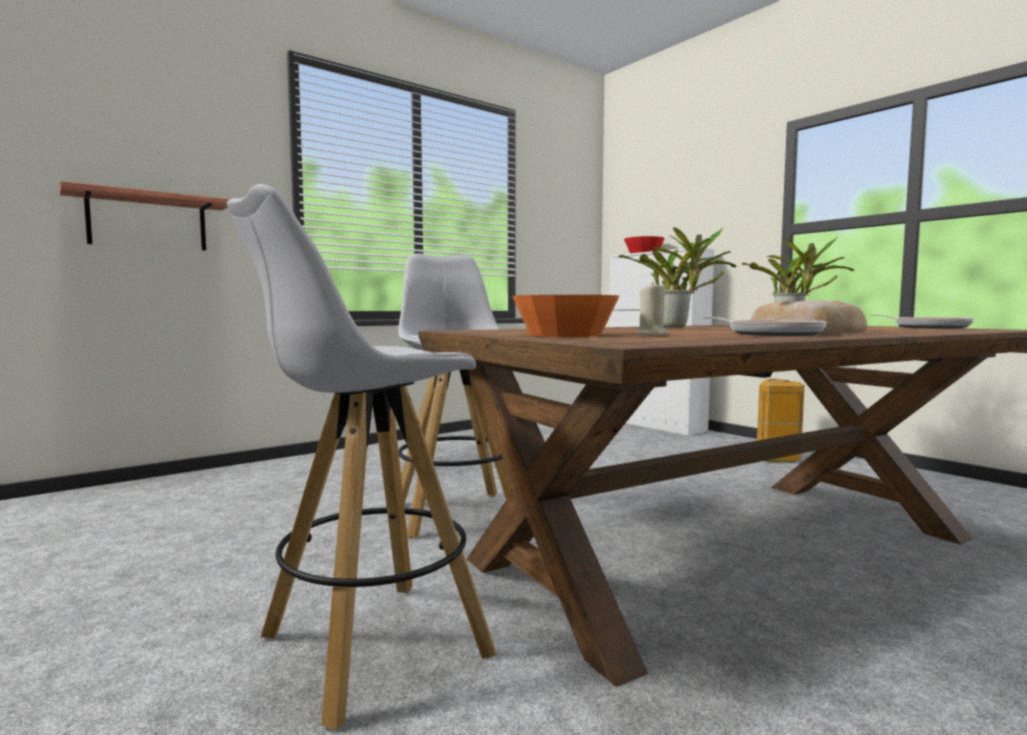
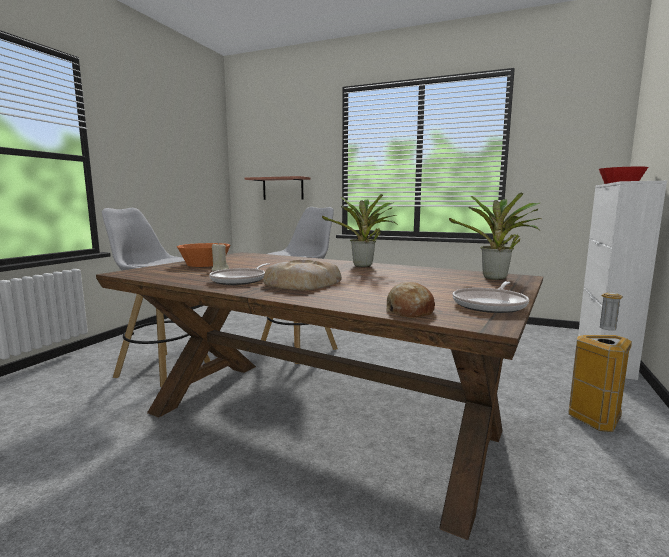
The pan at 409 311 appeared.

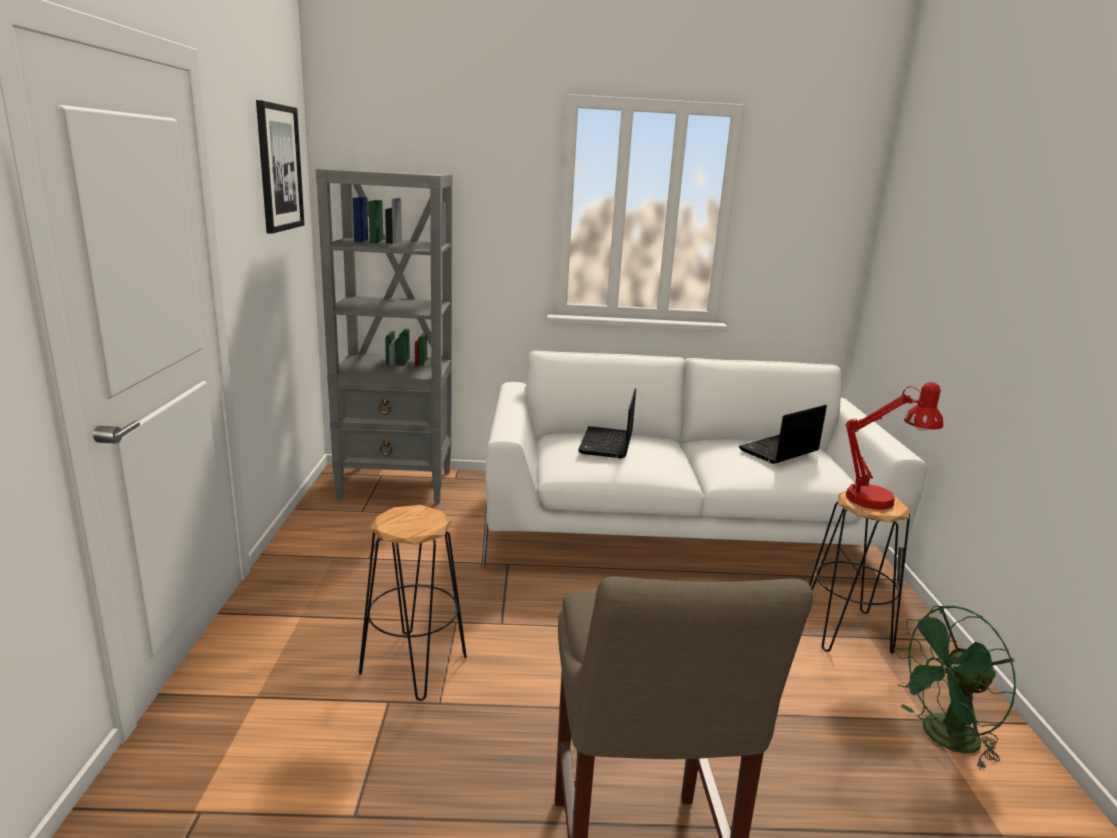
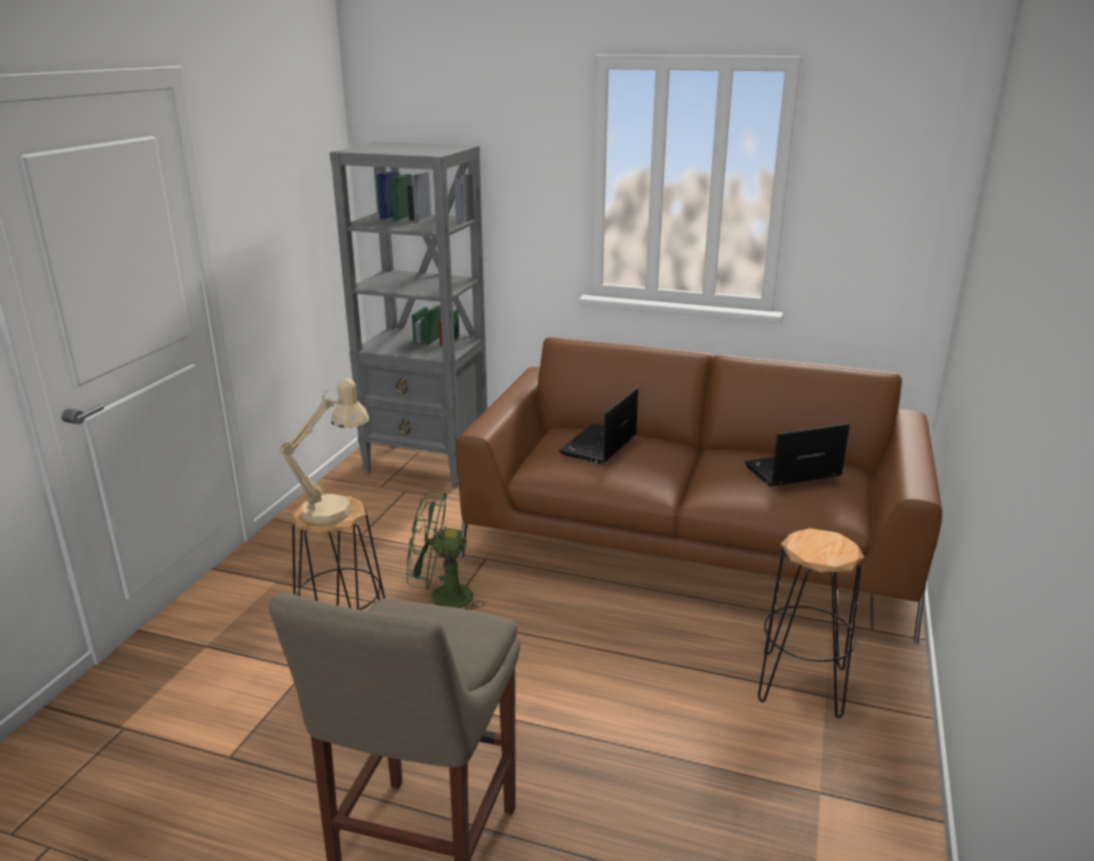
The cuadro at 279 168 disappeared. The sofá/blanco at 677 529 became the sofá/marrón at 689 544. The lámpara de mesa/rojo at 880 500 disappeared. The ventilador/verde moved from 942 738 to 441 598. The lámpara de mesa/beis at 336 508 appeared.

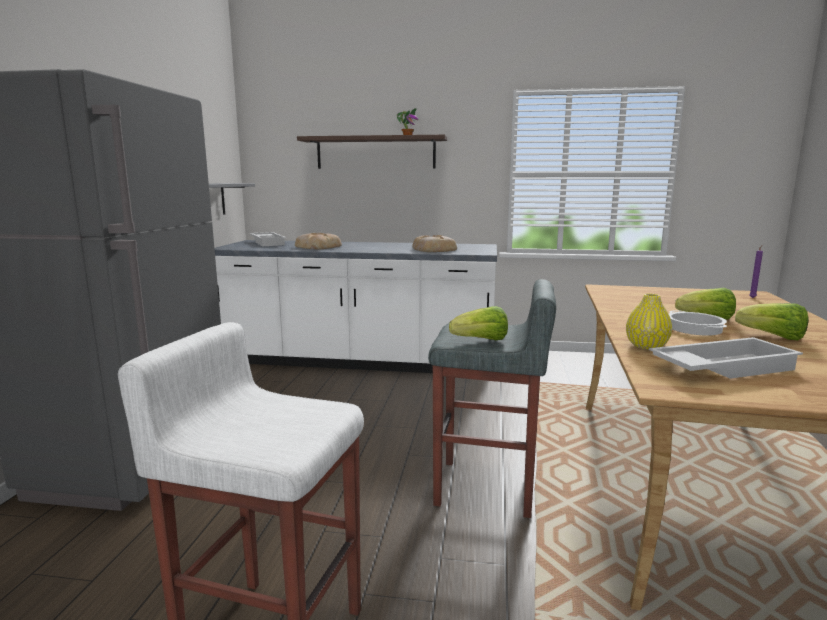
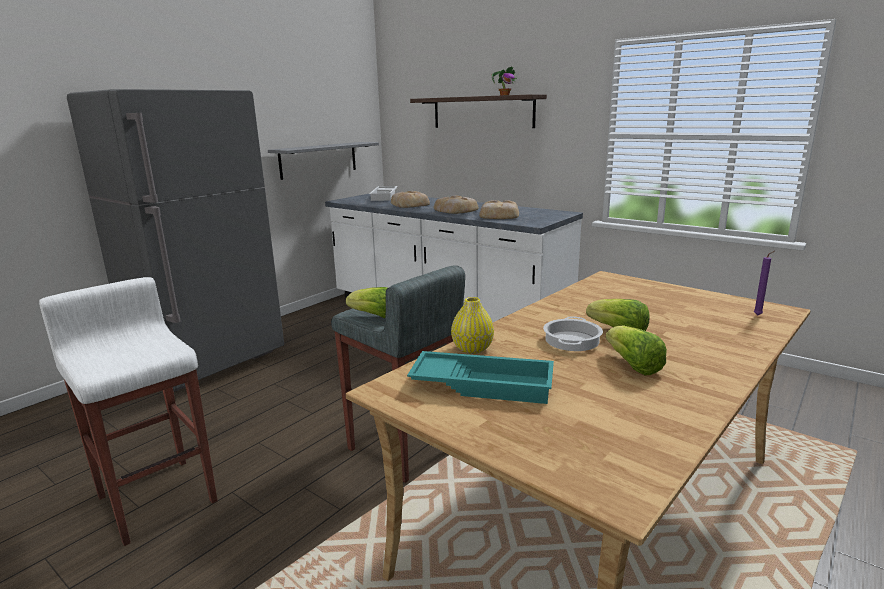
The bandeja/blanco at 721 367 became the bandeja/turquesa at 483 384. The pan at 456 210 appeared.

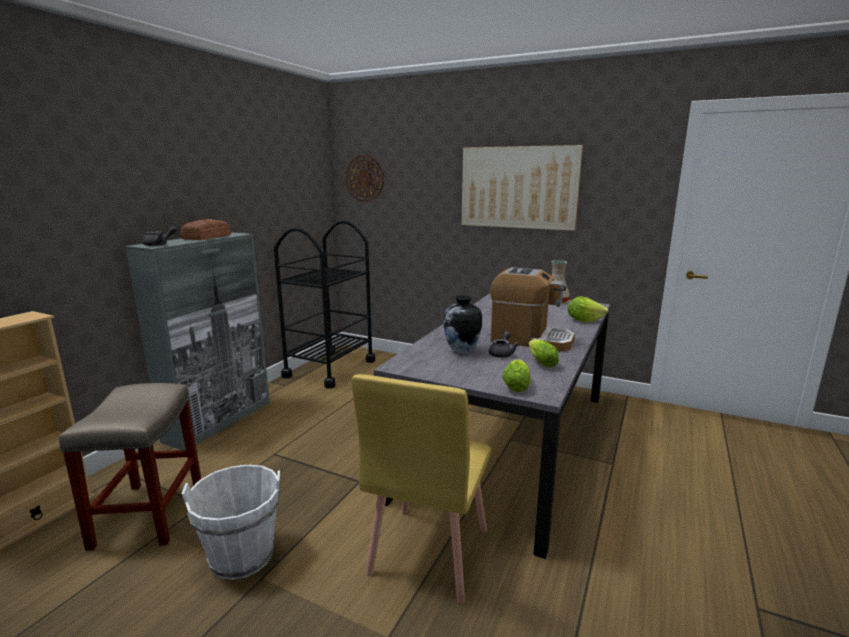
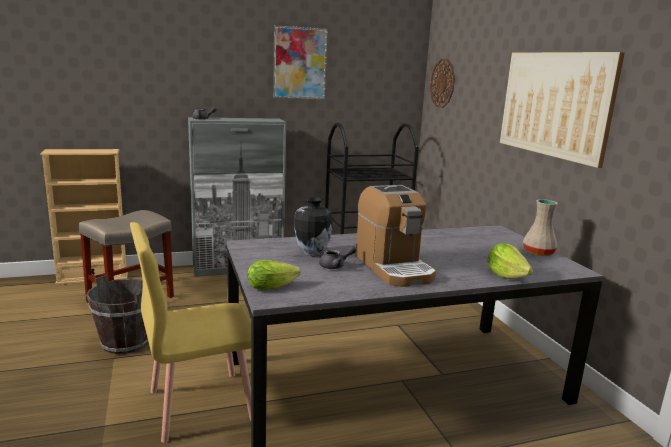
The pan at 205 237 disappeared. The lechuga at 540 361 disappeared. The cubo/blanco at 242 556 became the cubo/marrón at 125 342. The cuadro at 299 63 appeared.

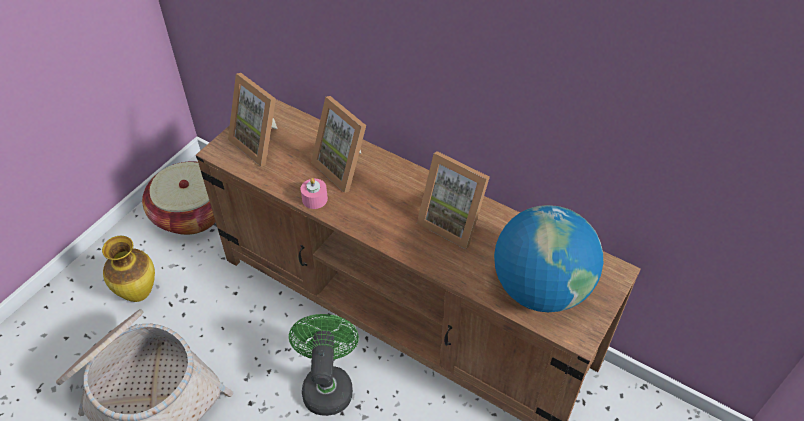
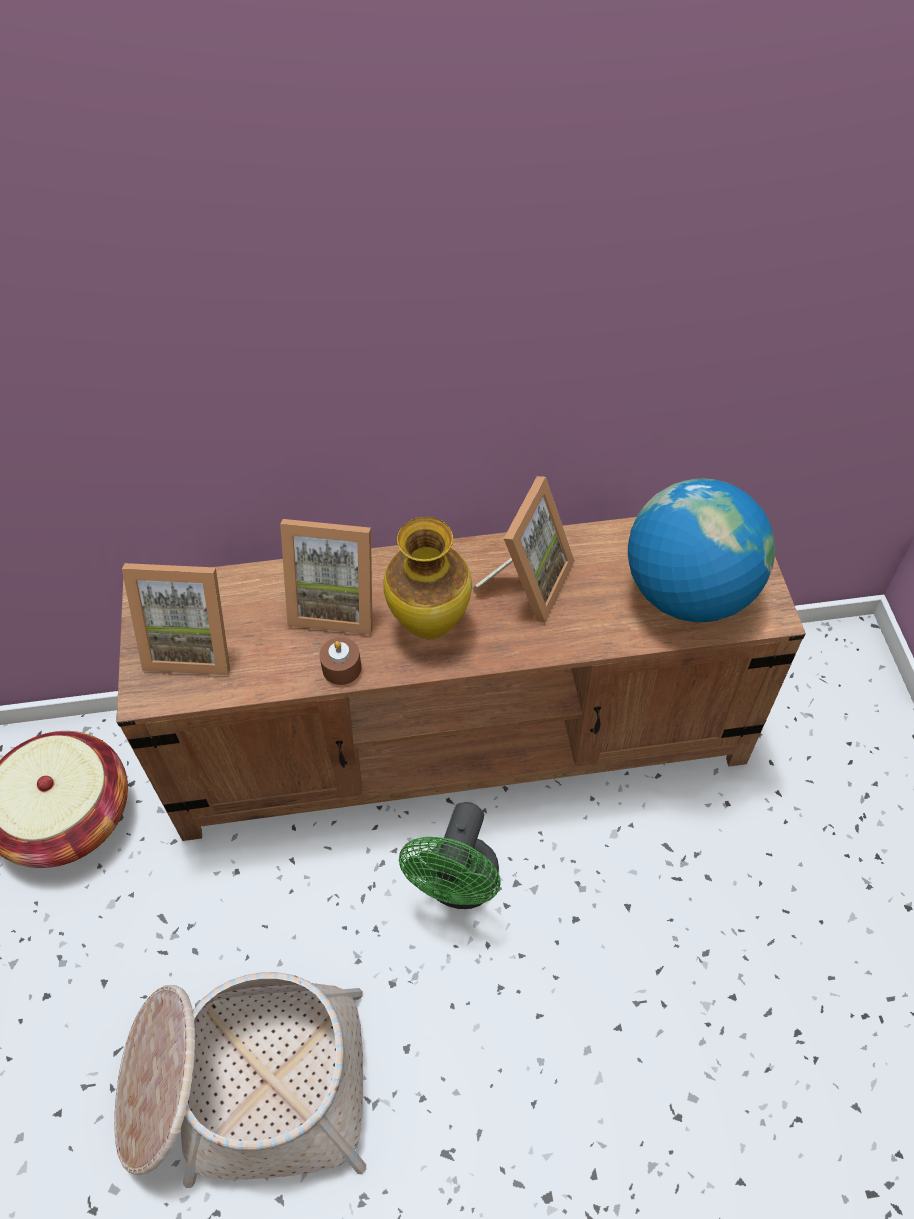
The portarretratos at 453 221 turned 60 degrees counterclockwise. The vela/rosa at 314 199 became the vela/marrón at 342 668. The florero moved from 140 293 to 430 624. The ventilador/verde at 327 384 turned 120 degrees counterclockwise.

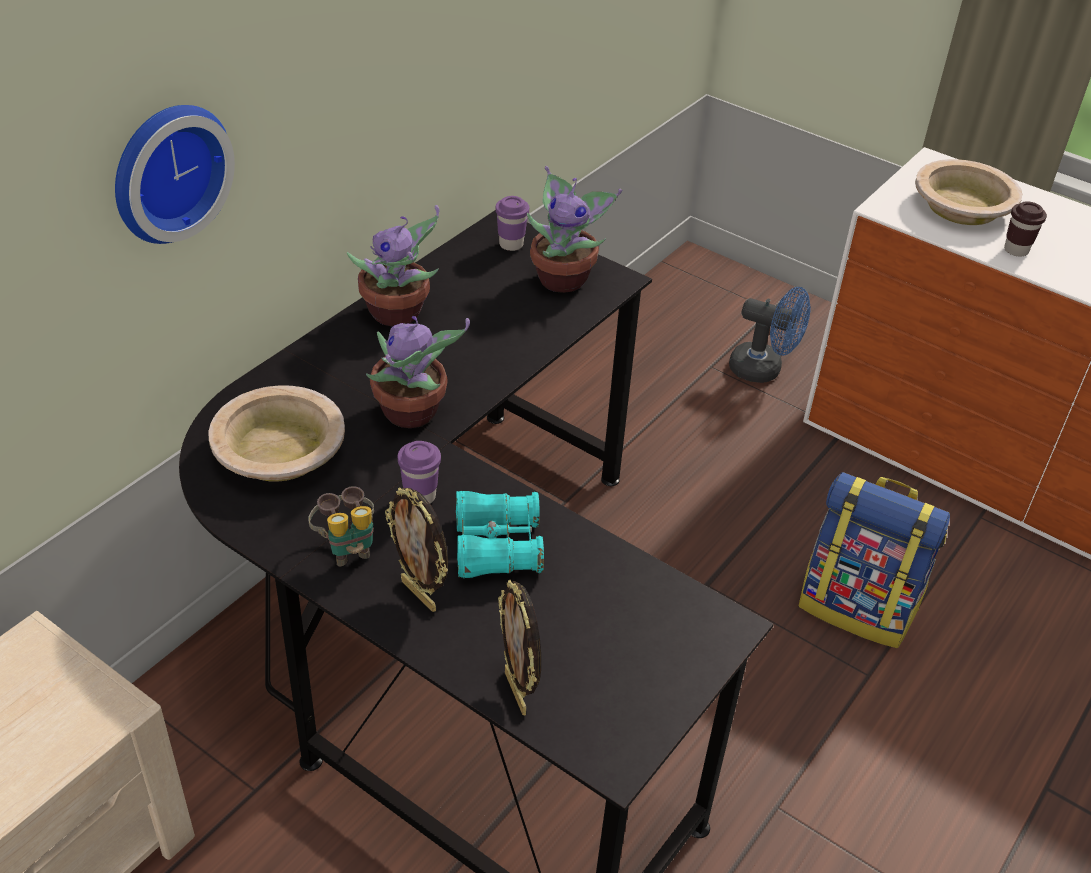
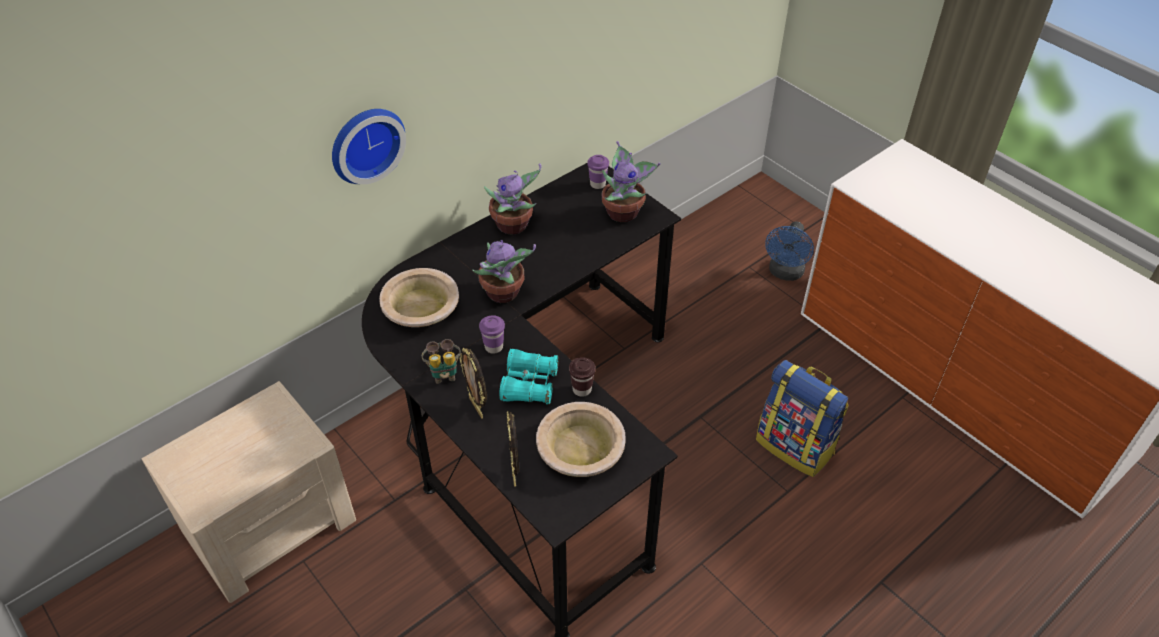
The cuenco/beis moved from 962 206 to 581 449. The taza/marrón moved from 1016 250 to 582 389. The ventilador/azul at 764 370 turned 75 degrees clockwise.

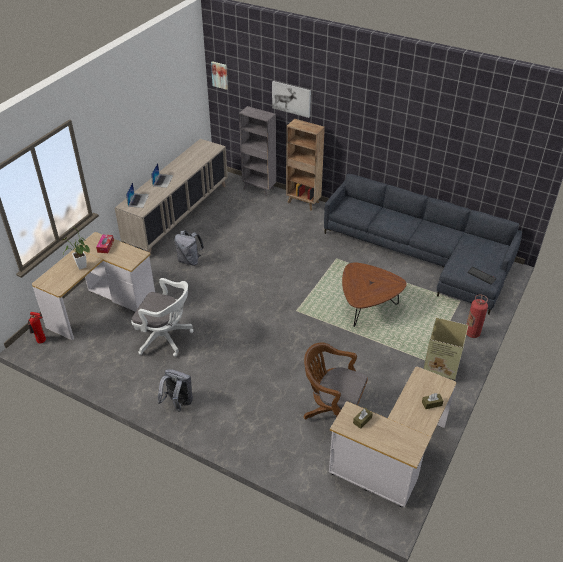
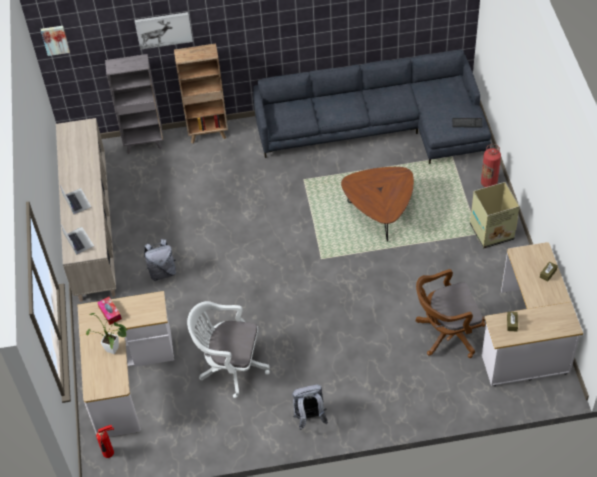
The silla de oficina/blanco at 166 338 turned 150 degrees counterclockwise.

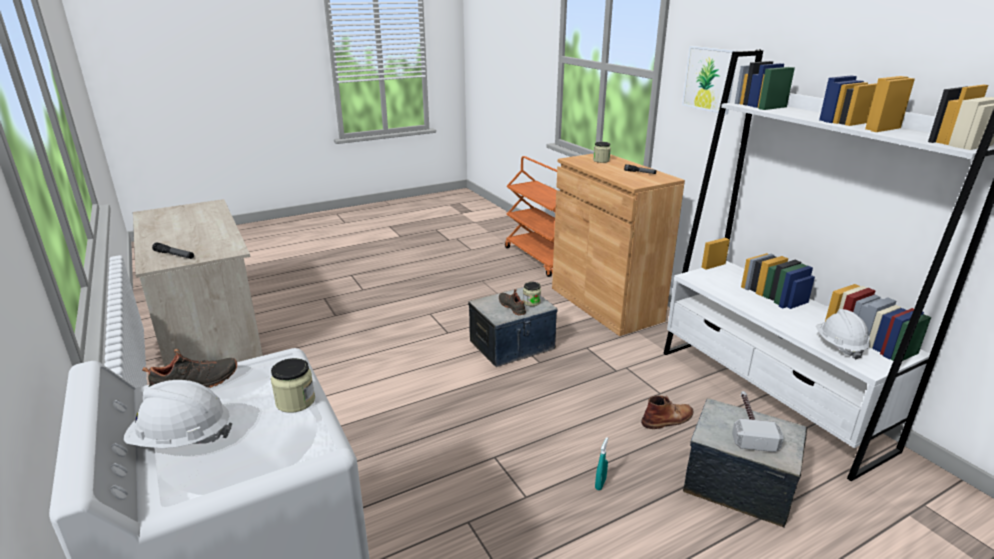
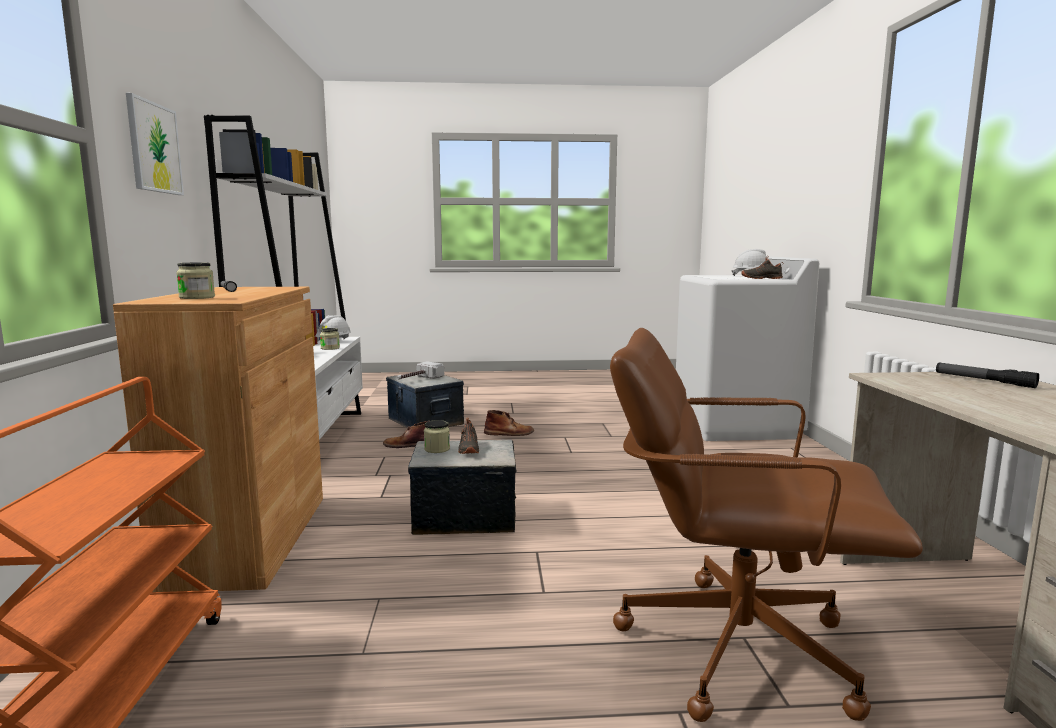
The tarro moved from 295 401 to 330 348. The pulverizador/turquesa at 600 484 was replaced by the bota/marrón at 509 433. The silla de oficina/marrón at 734 646 appeared.

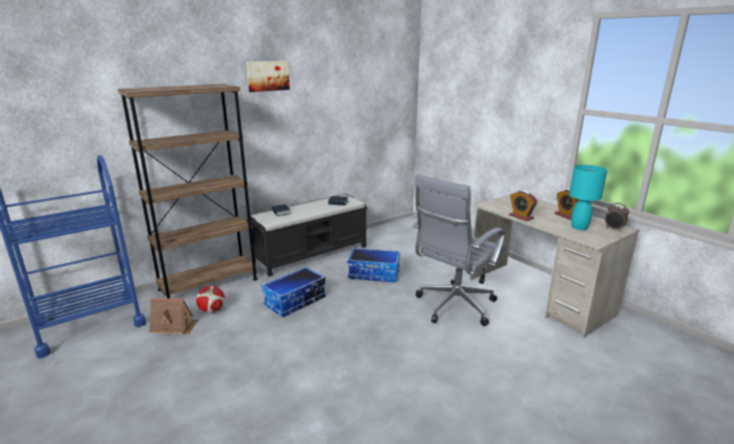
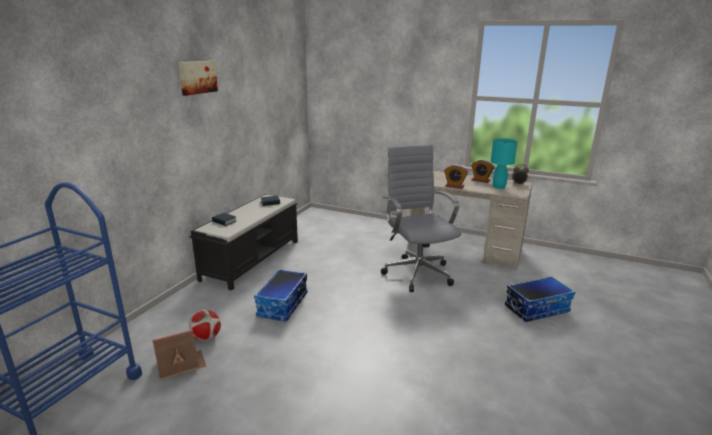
The estantería/marrón at 209 284 disappeared. The silla de oficina/gris at 453 307 turned 150 degrees clockwise. The caja de almacenaje moved from 374 274 to 536 308.

